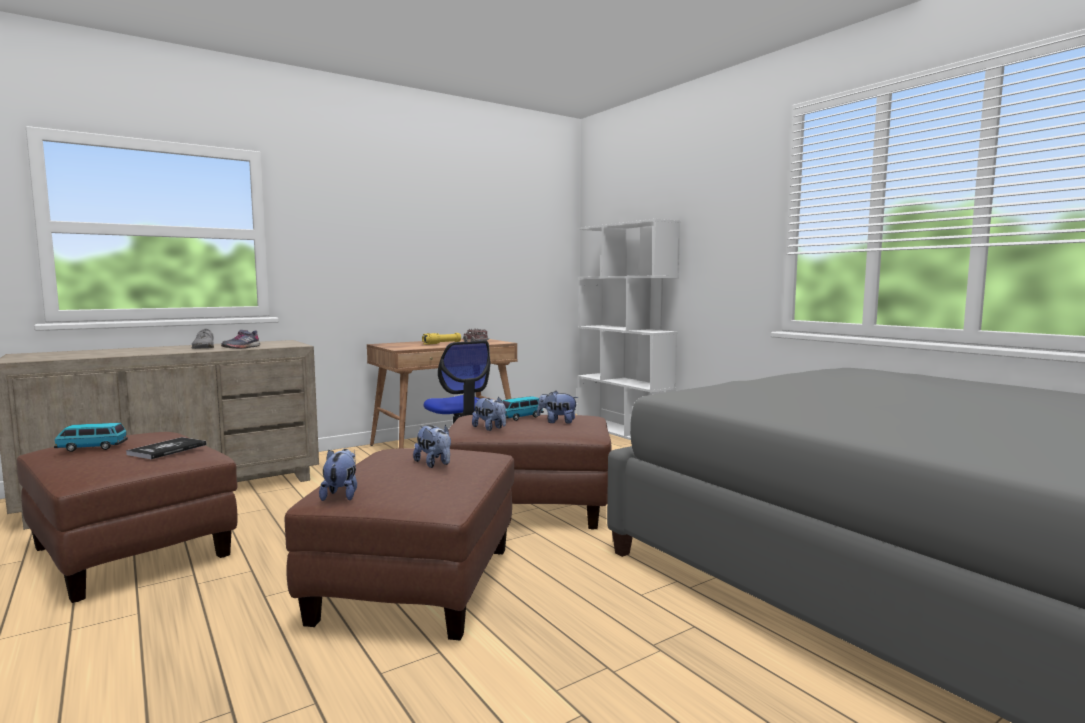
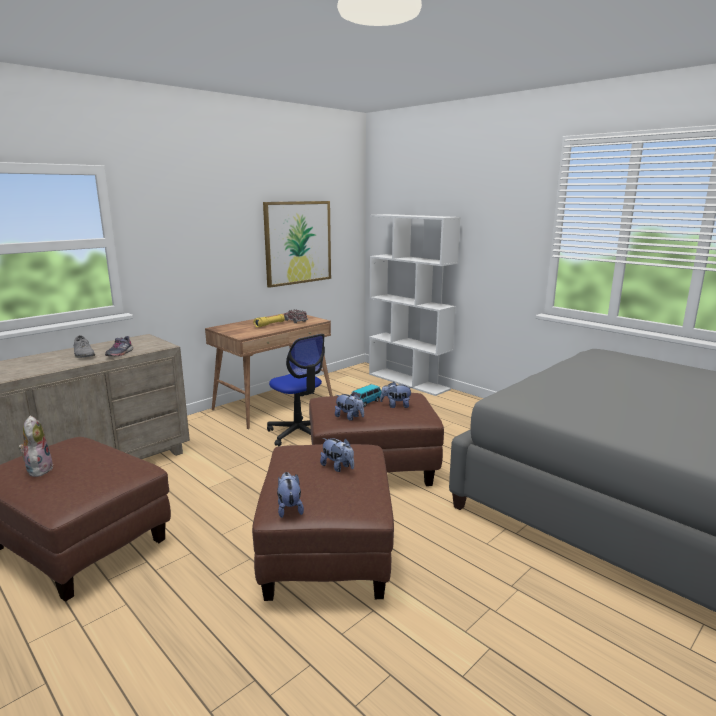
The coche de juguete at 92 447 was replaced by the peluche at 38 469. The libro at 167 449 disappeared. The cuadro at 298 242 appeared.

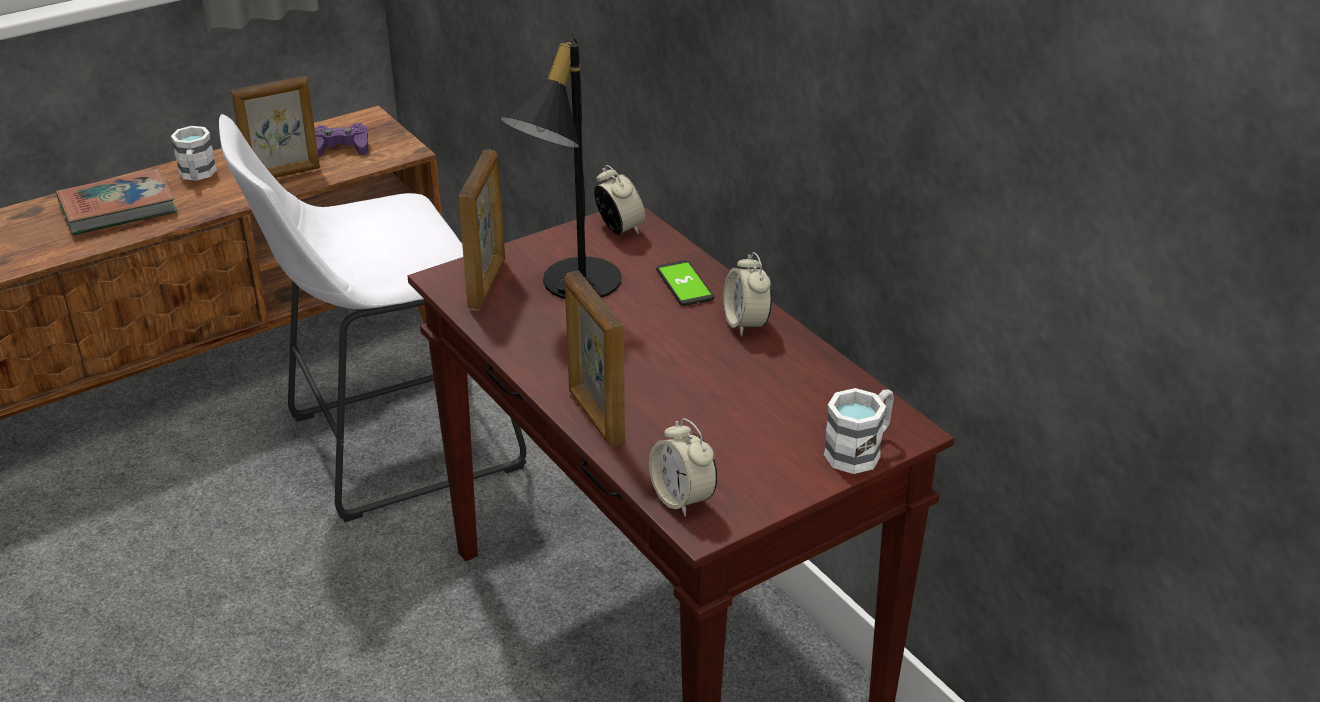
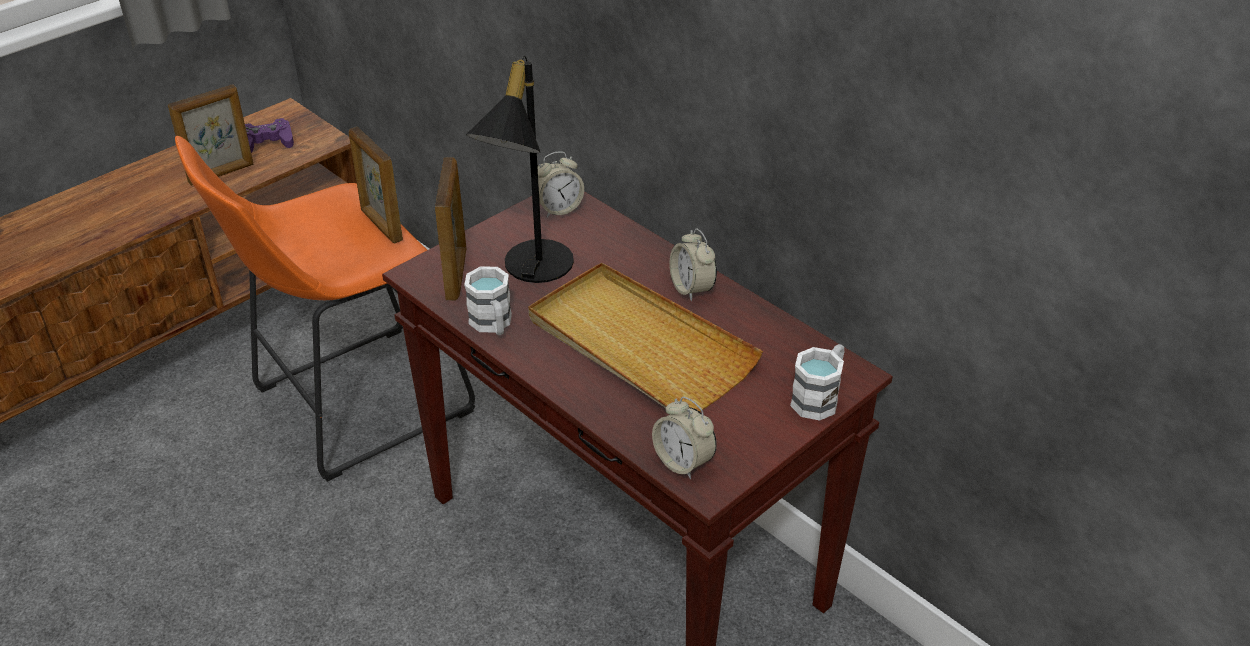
The taburete/blanco at 391 445 became the taburete/naranja at 352 405. The taza grande/blanco moved from 197 175 to 493 324. The despertador at 619 229 turned 105 degrees clockwise. The libro at 118 209 disappeared. The móvil at 684 284 disappeared. The portarretratos moved from 595 417 to 381 225. The bandeja/beis at 639 345 appeared.

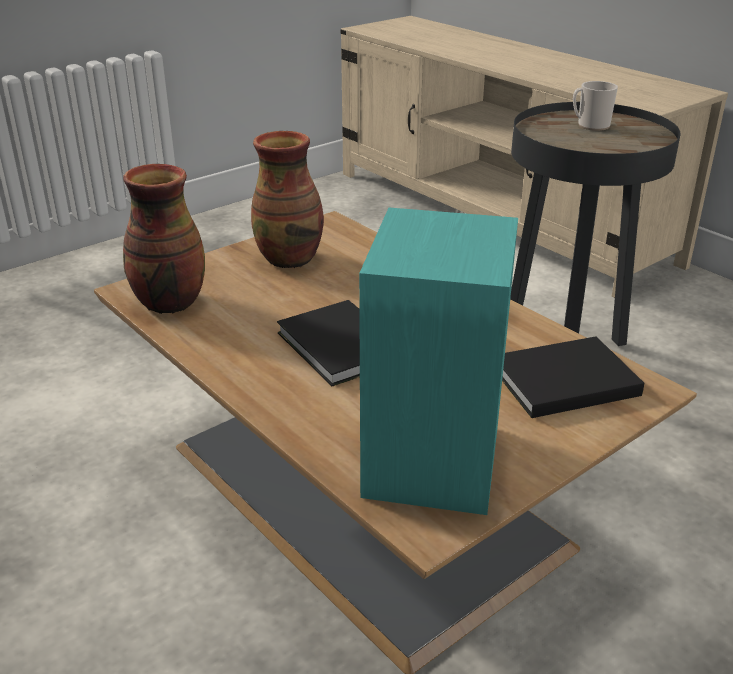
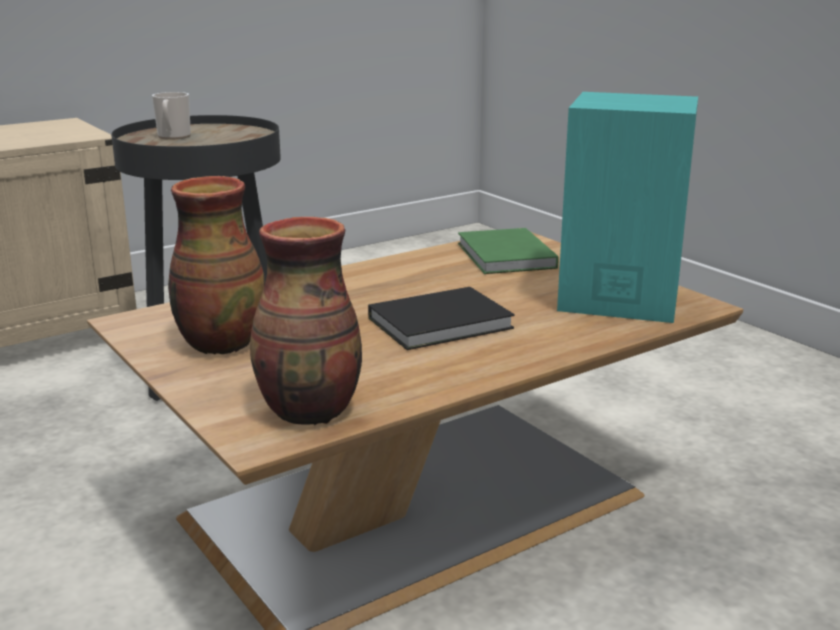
The libro/negro at 560 381 became the libro/verde at 505 256.

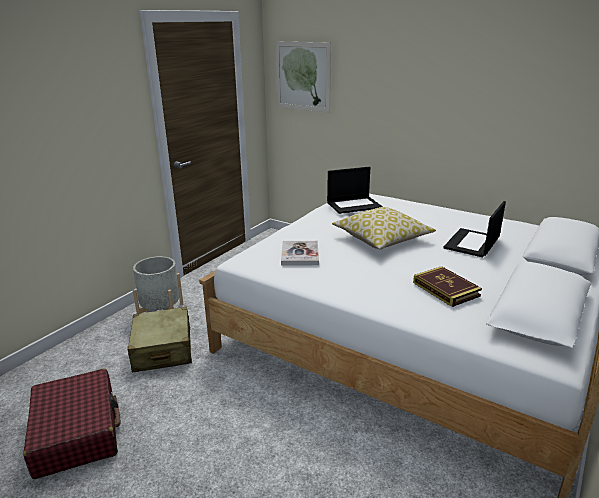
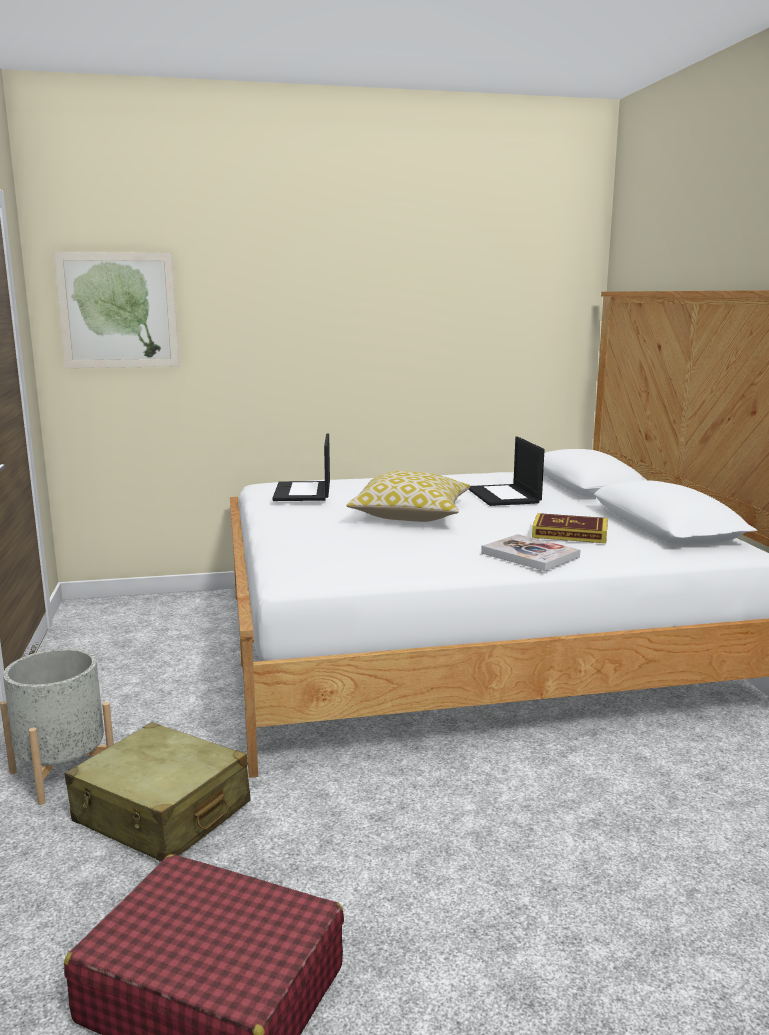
The portátil at 354 205 turned 150 degrees clockwise. The libro moved from 300 254 to 530 555.

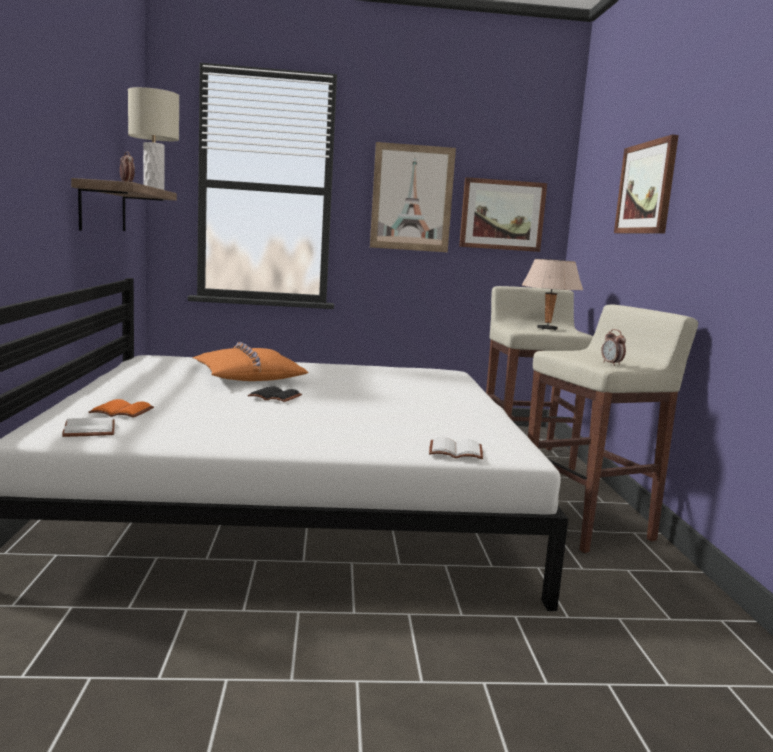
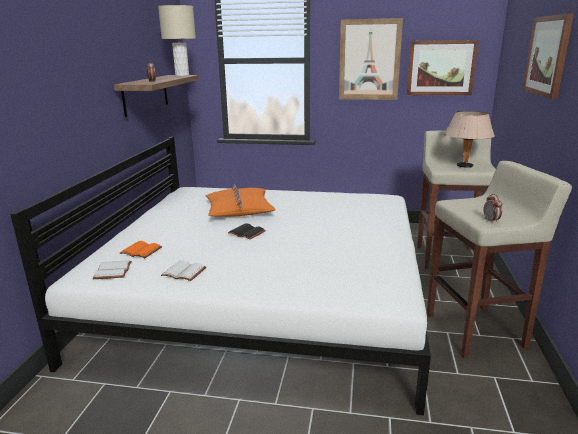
The libro/blanco moved from 456 451 to 185 272.

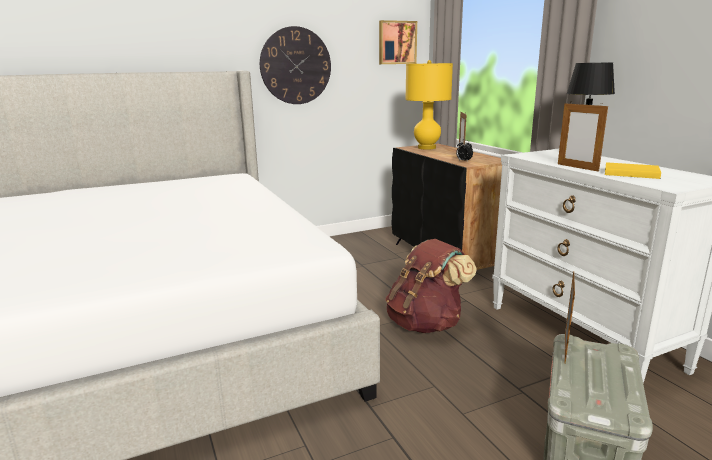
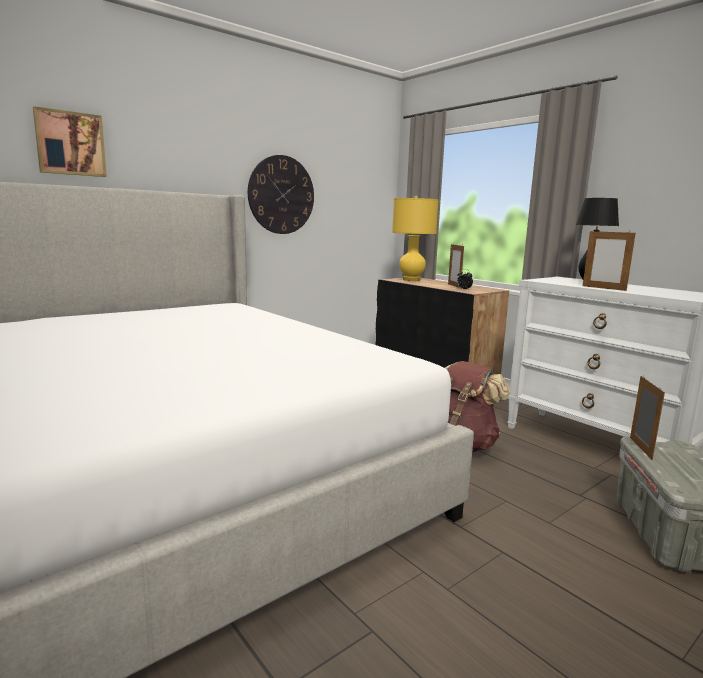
The cuadro moved from 397 42 to 70 143. The libro/amarillo at 629 173 disappeared.

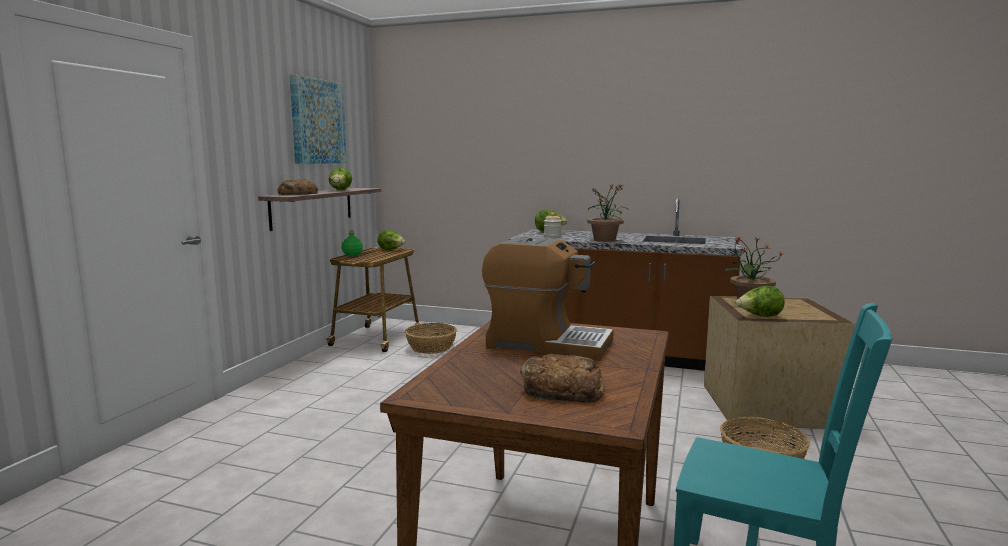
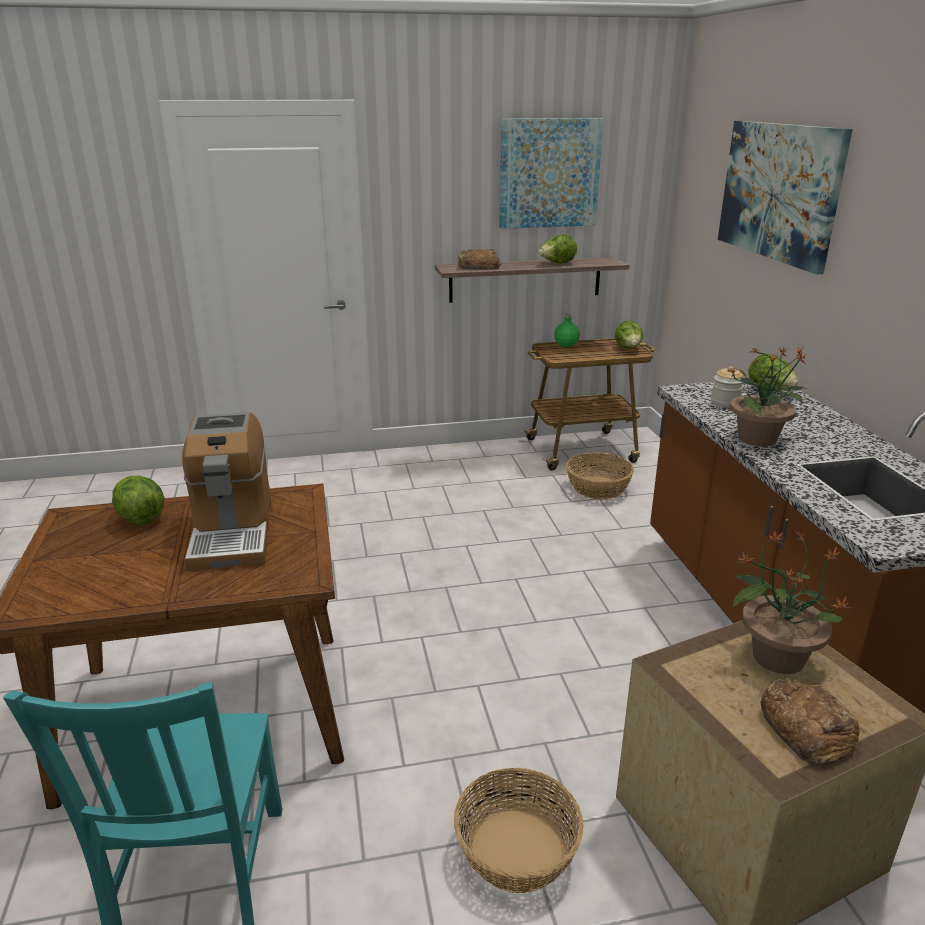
The lechuga moved from 759 316 to 140 517. The pan moved from 561 389 to 806 728. The cuadro at 779 192 appeared.

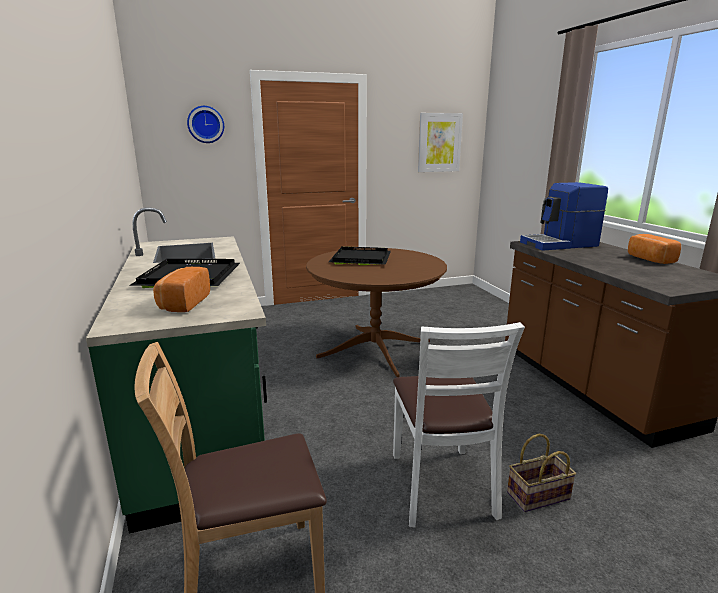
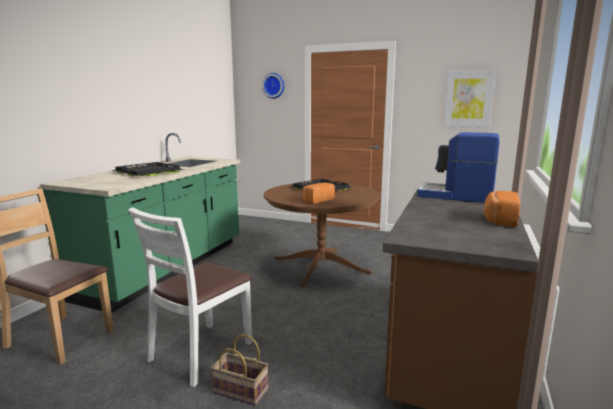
The pan moved from 183 303 to 317 200.

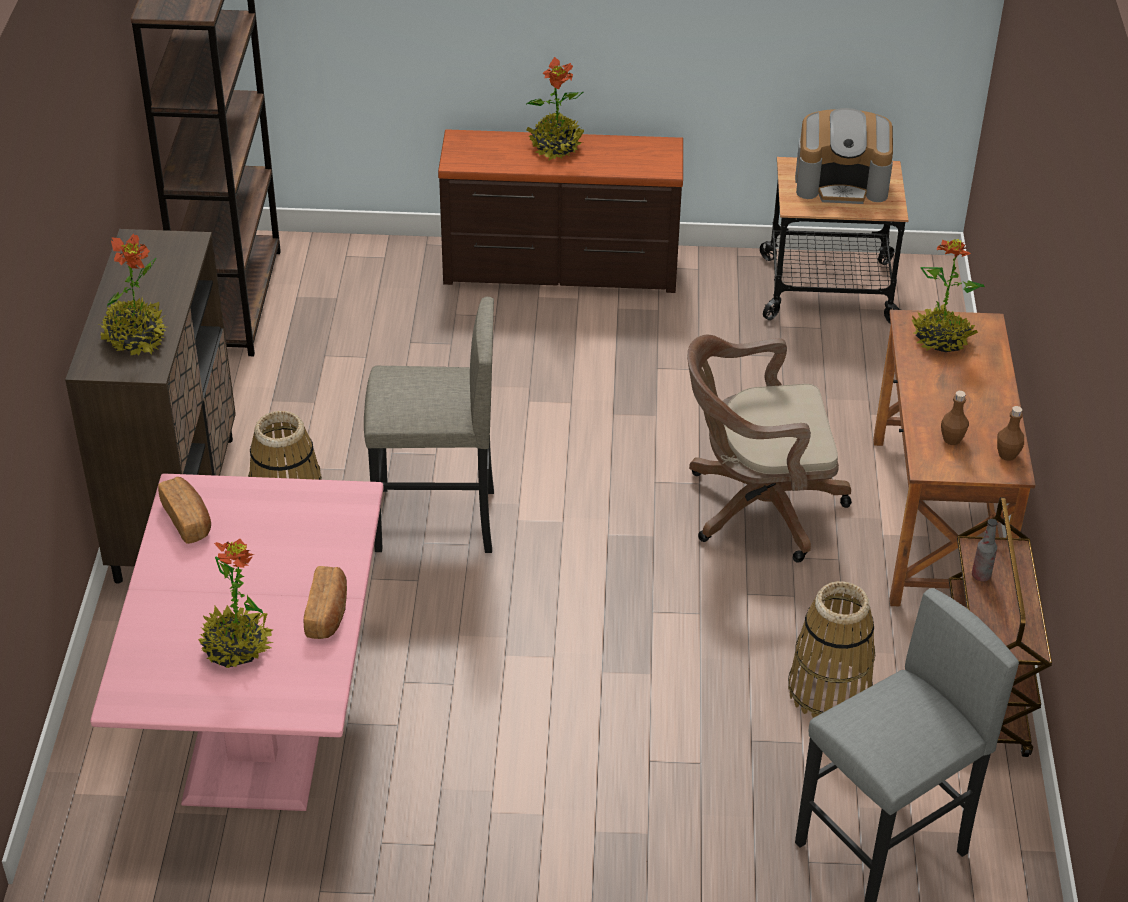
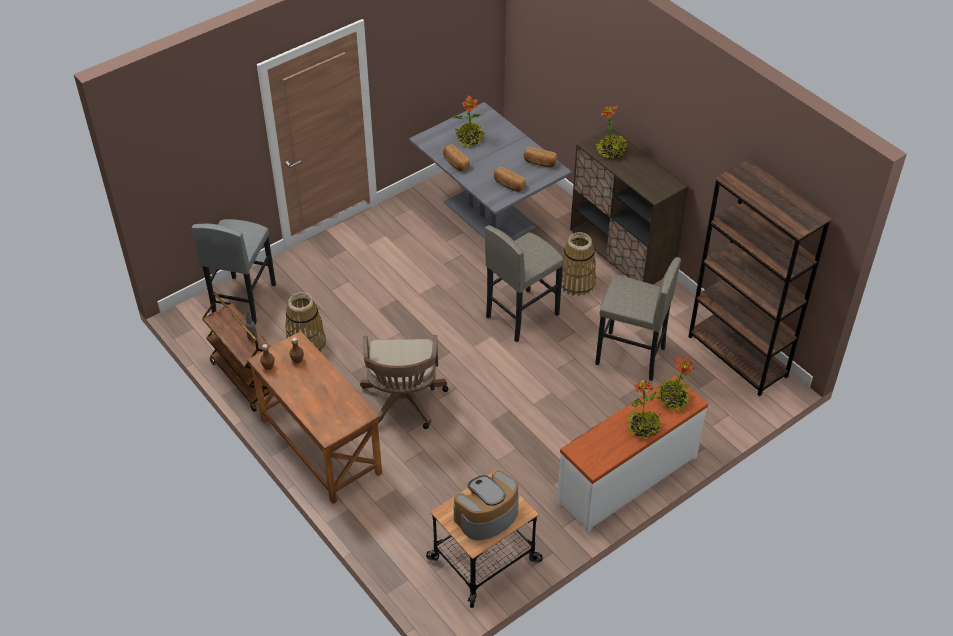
The cómoda/marrón at 560 268 became the cómoda/blanco at 626 478. The planta en maceta moved from 941 339 to 672 399. The silla de oficina/marrón at 755 507 turned 135 degrees clockwise. The mesa de comedor/rosa at 263 725 became the mesa de comedor/gris at 488 215. The pan at 509 185 appeared. The taburete/gris at 630 356 appeared.

